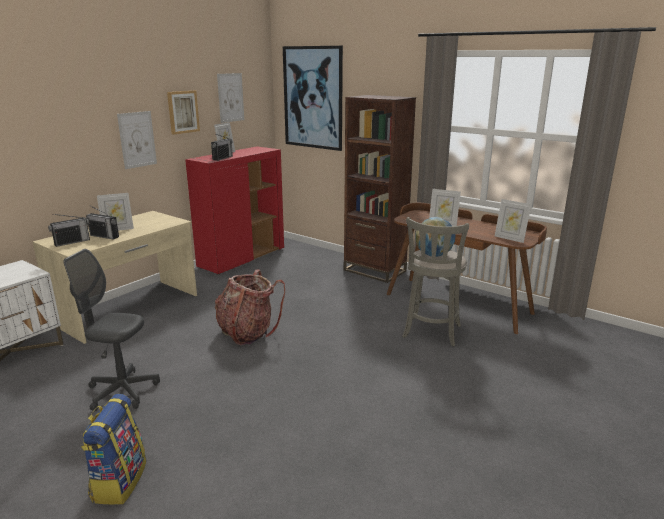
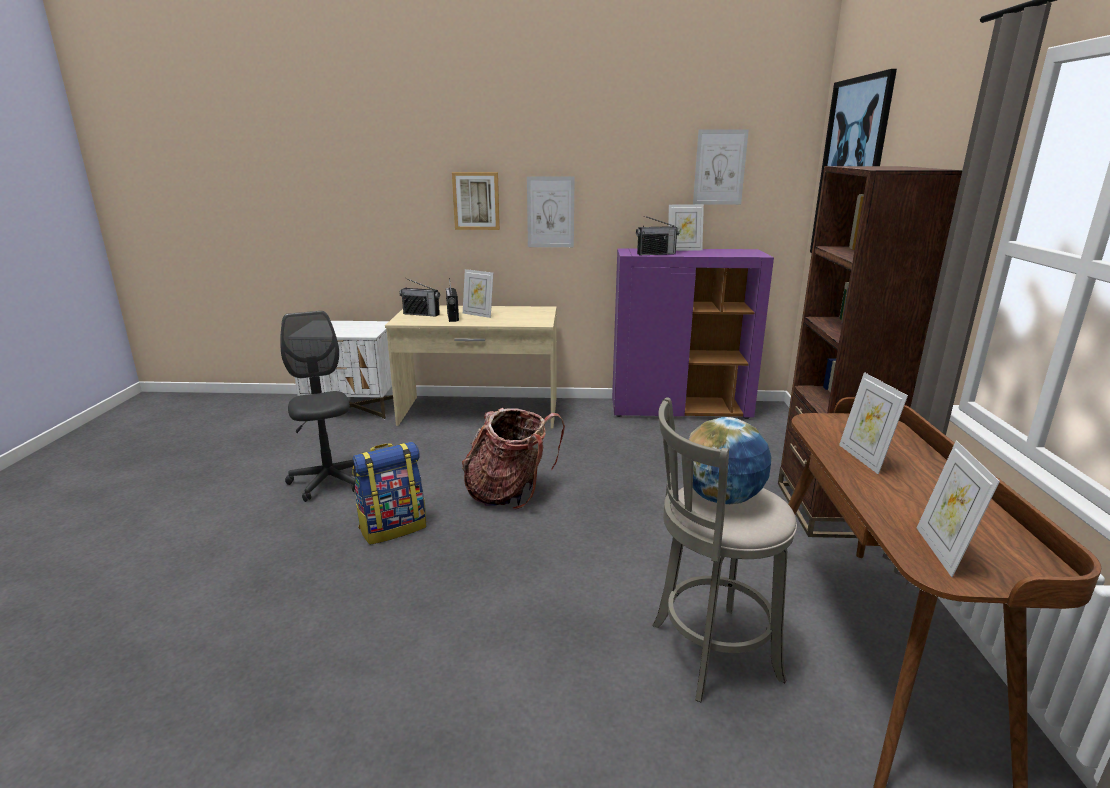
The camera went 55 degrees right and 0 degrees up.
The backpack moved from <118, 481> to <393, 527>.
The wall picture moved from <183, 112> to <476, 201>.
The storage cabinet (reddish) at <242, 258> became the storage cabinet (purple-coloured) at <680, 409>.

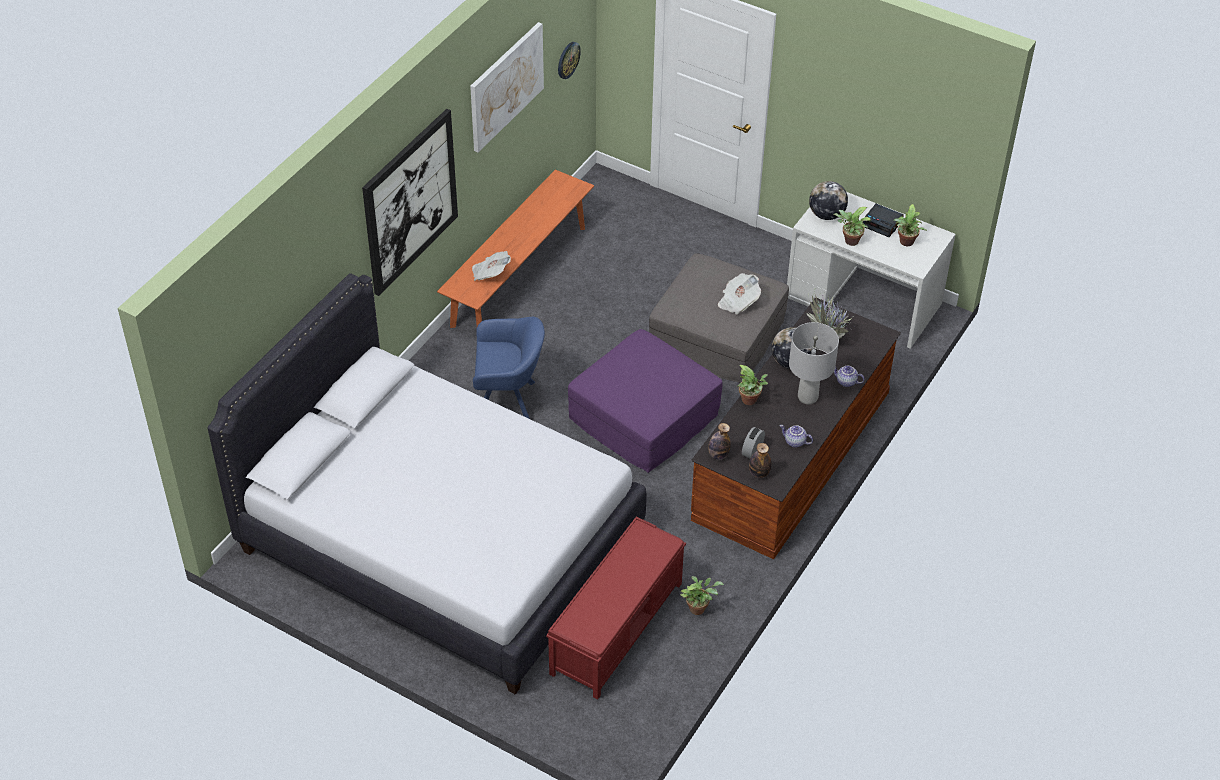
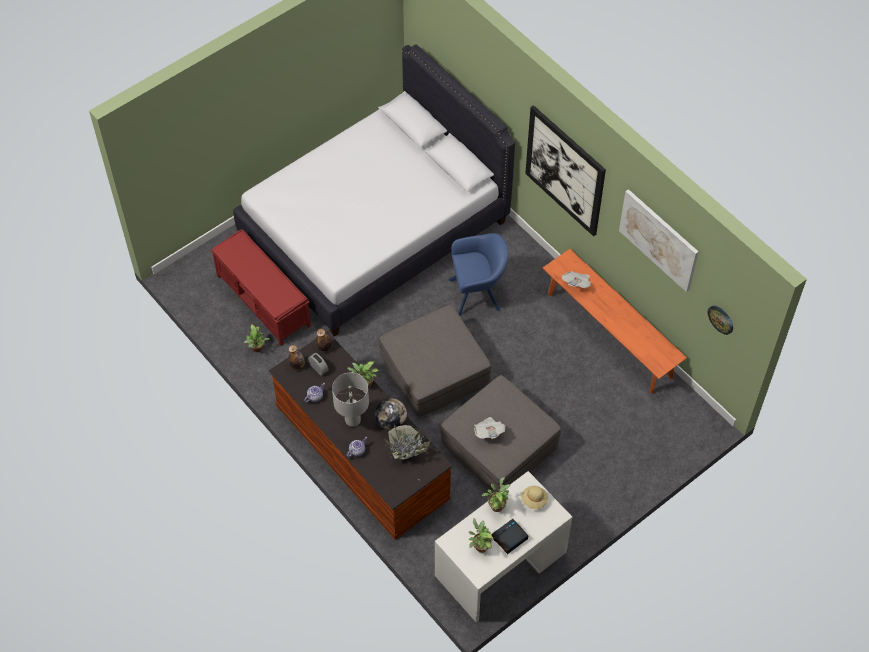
The camera went 110 degrees right and 10 degrees up.
The footrest (purple-coloured) at <643, 417> became the footrest (gray) at <434, 370>.
The armchair (blue) at <509, 404> turned 120 degrees counterclockwise.
The globe at <826, 215> was replaced by the wearable hat (beige-coloured) at <534, 500>.

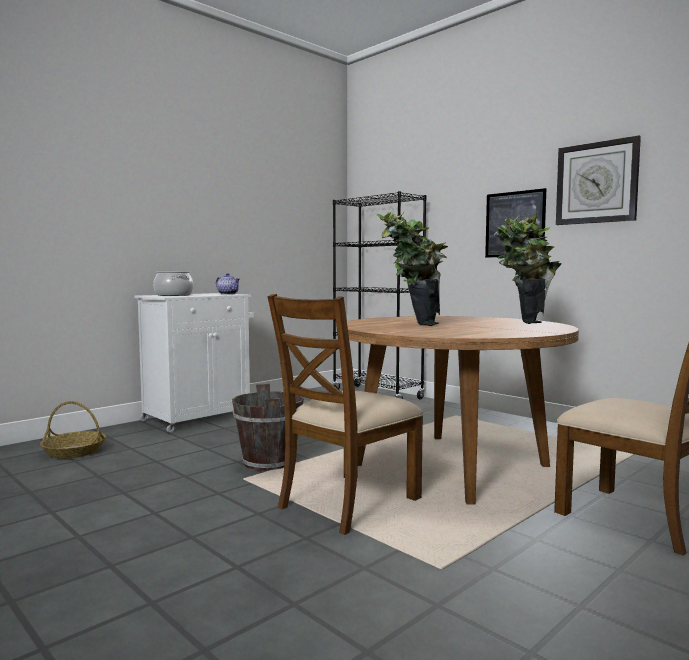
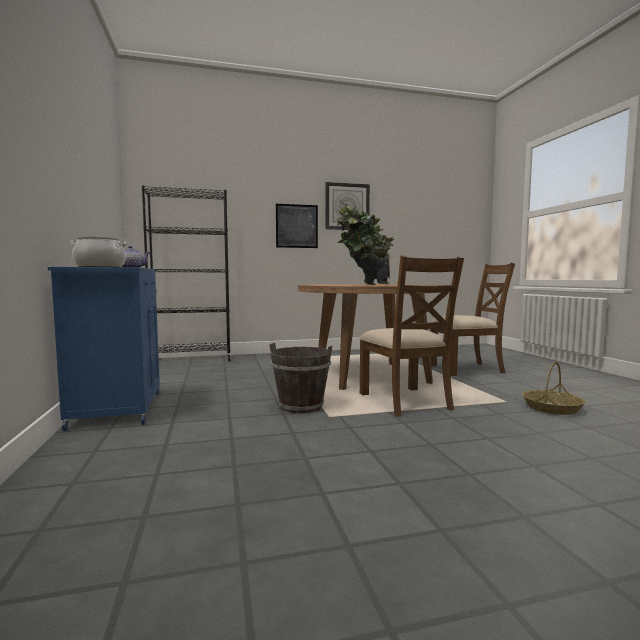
The camera went 60 degrees left and 0 degrees up.
The storage cabinet (white-coloured) at <199, 418> became the storage cabinet (blue) at <118, 409>.
The basket moved from <74, 451> to <552, 408>.

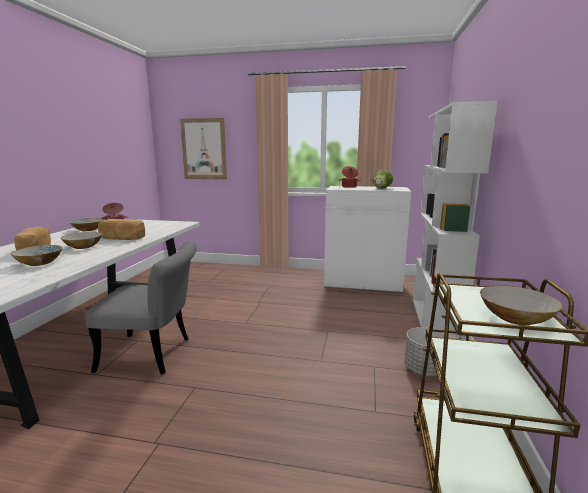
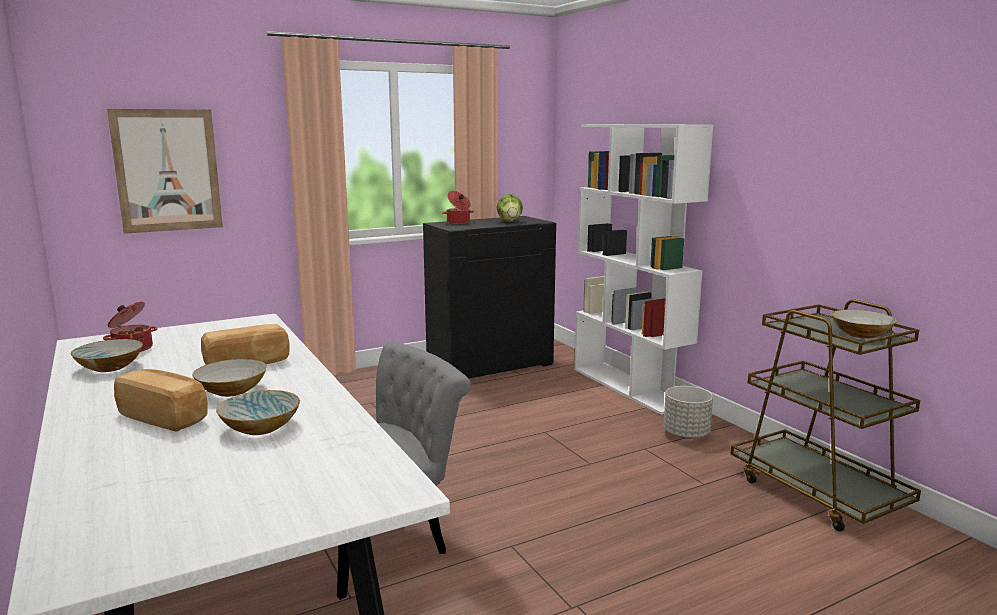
The camera went 40 degrees left and 0 degrees up.
The storage cabinet (white-coloured) at <363, 283> became the storage cabinet (black-coloured) at <490, 365>.

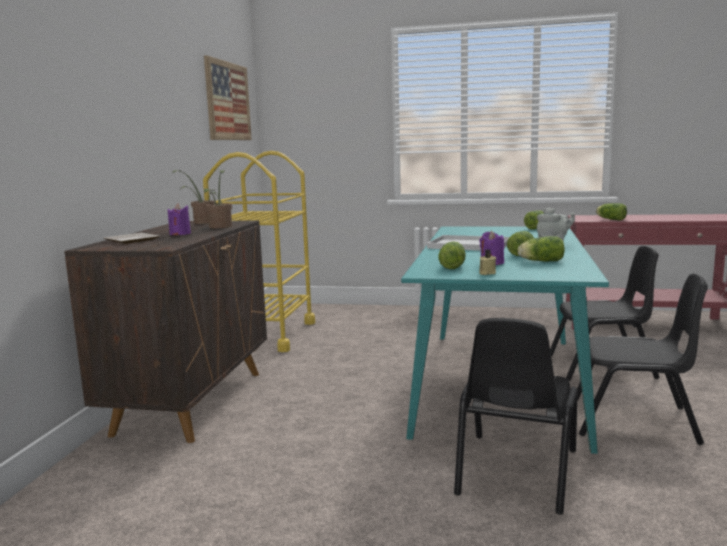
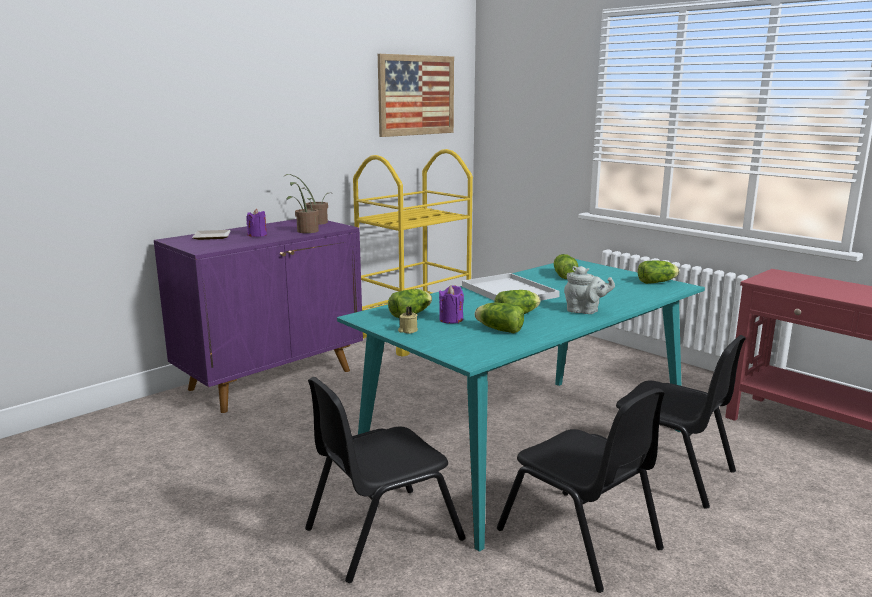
The camera went 35 degrees right and 5 degrees up.
The storage cabinet (brown-coloured) at <192, 401> became the storage cabinet (purple-coloured) at <272, 379>.
The lettuce head moved from <610, 219> to <564, 275>.

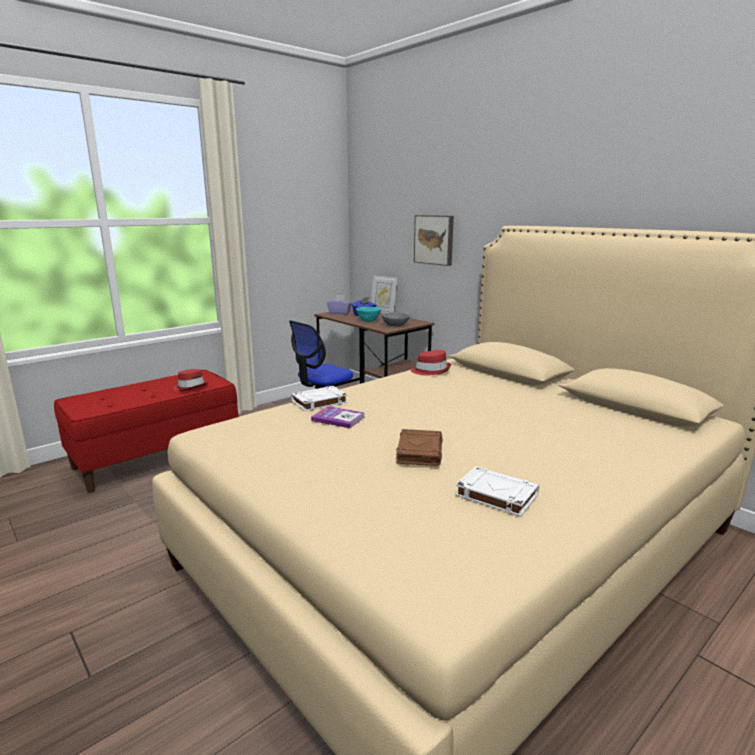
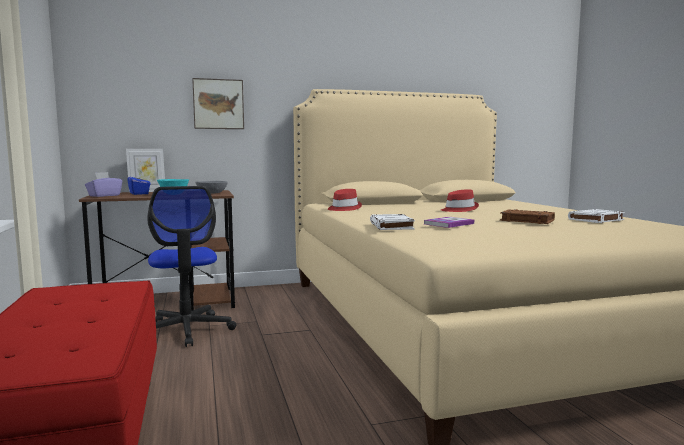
The camera went 65 degrees left and 10 degrees down.
The wearable hat (reddish) moved from <190, 387> to <458, 209>.

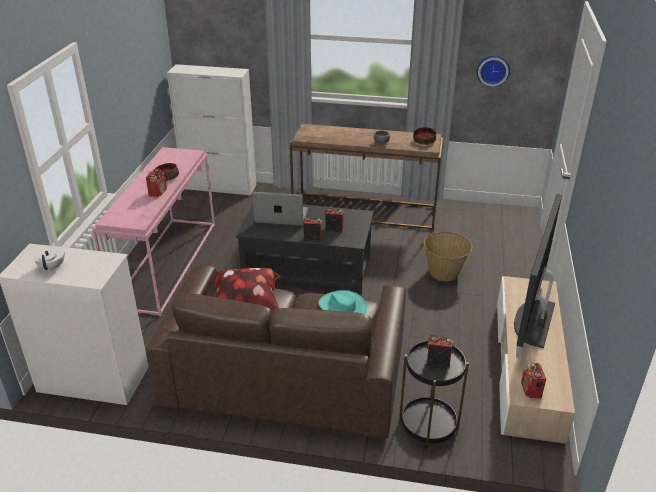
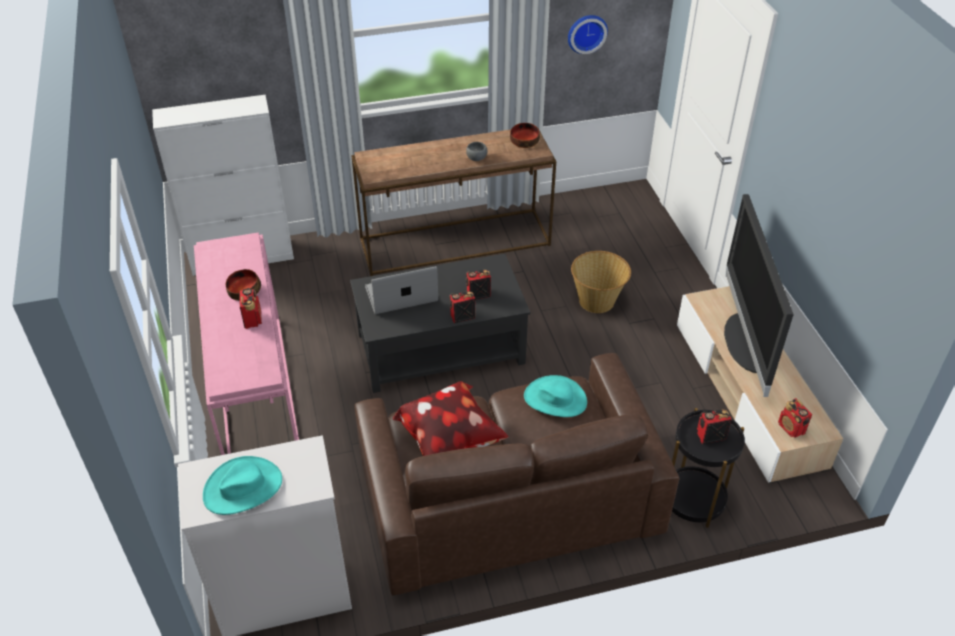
The camera went 25 degrees left and 10 degrees up.
The tea pot (white-coloured) at <52, 266> was replaced by the wearable hat (turquoise-coloured) at <243, 487>.

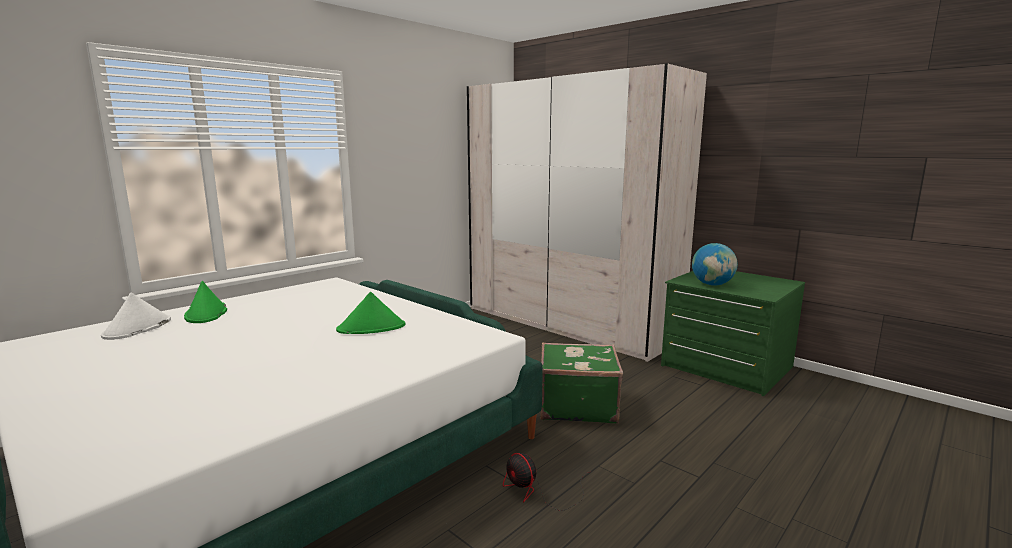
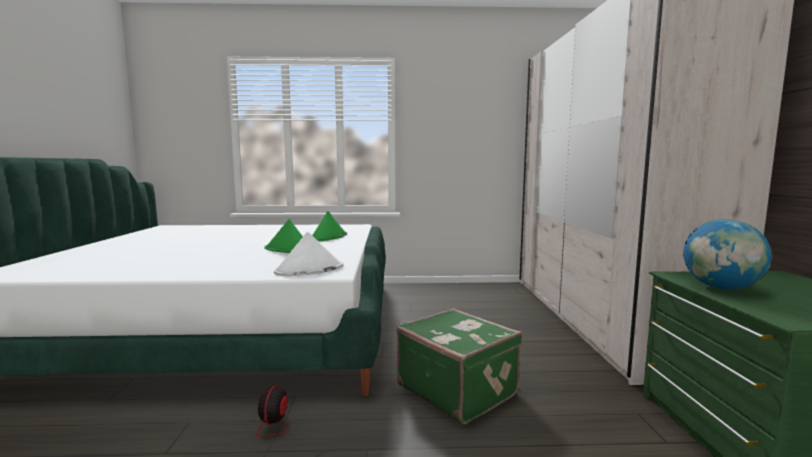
The camera went 45 degrees right and 5 degrees down.
The wearable hat (white-coloured) moved from <137, 328> to <309, 270>.
The wearable hat (greenish) moved from <206, 314> to <328, 237>.

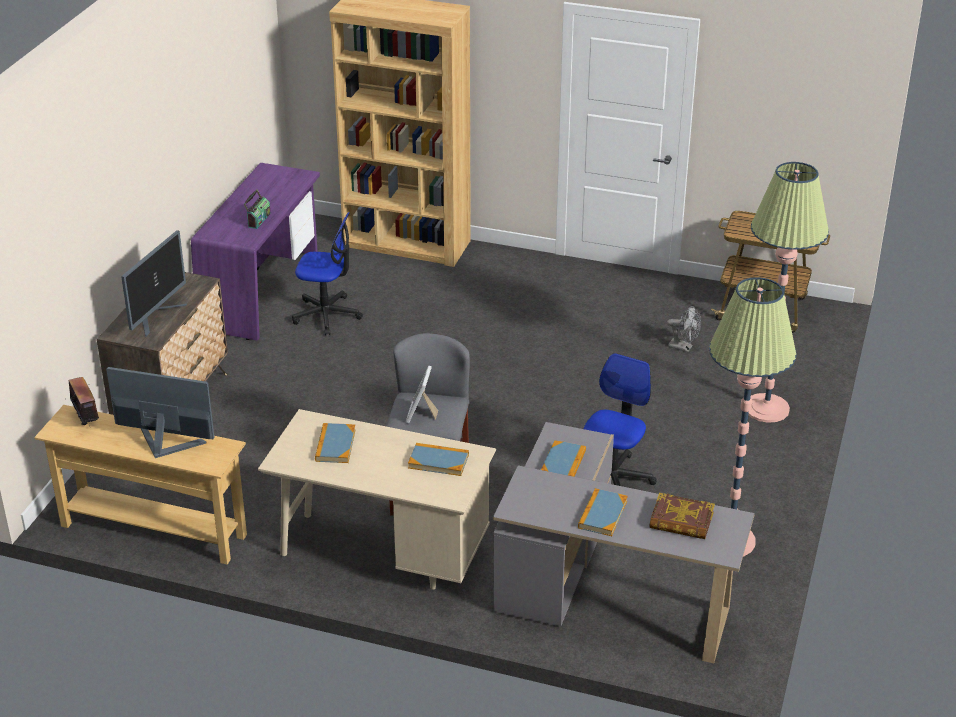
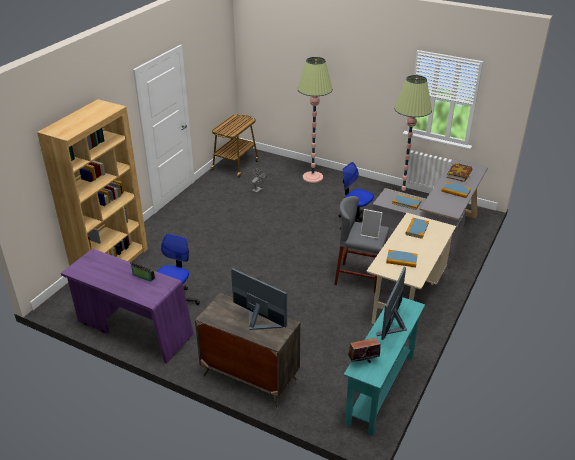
The camera went 80 degrees left and 0 degrees up.
The narrow table (beige-coloured) at <153, 531> became the narrow table (turquoise-coloured) at <381, 389>.

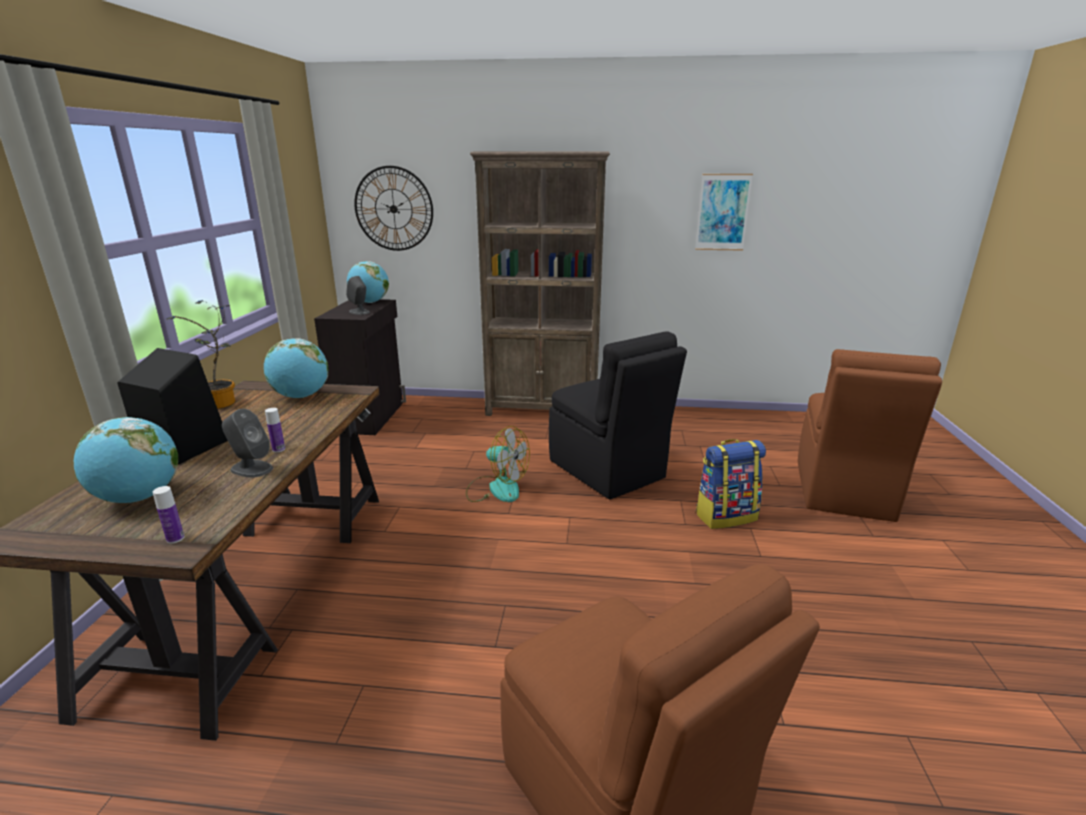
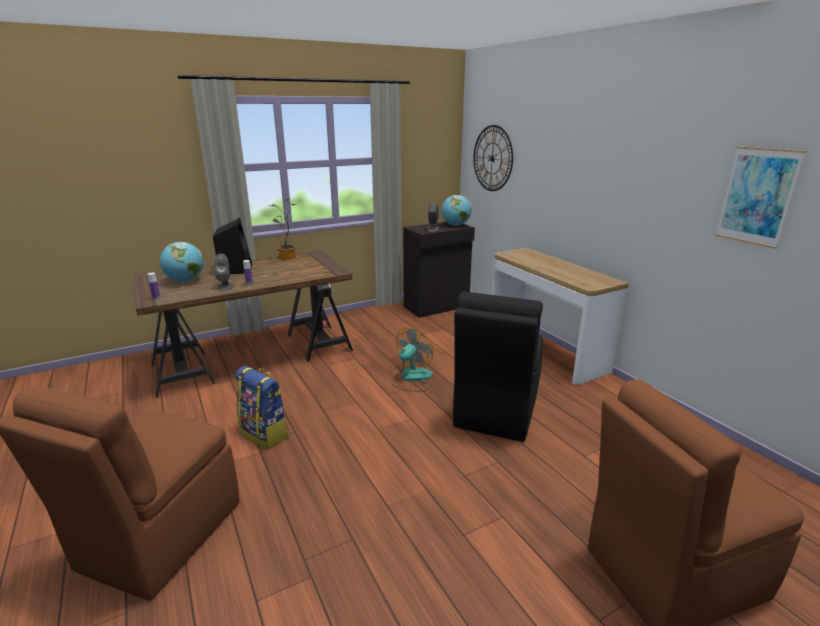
The camera went 55 degrees right and 0 degrees up.
The backpack moved from <725, 516> to <265, 434>.
The fan at <496, 488> turned 135 degrees counterclockwise.
The bookcase (brown-coloured) at <543, 409> was replaced by the narrow table at <544, 351>.
The globe at <301, 396> disappeared.

